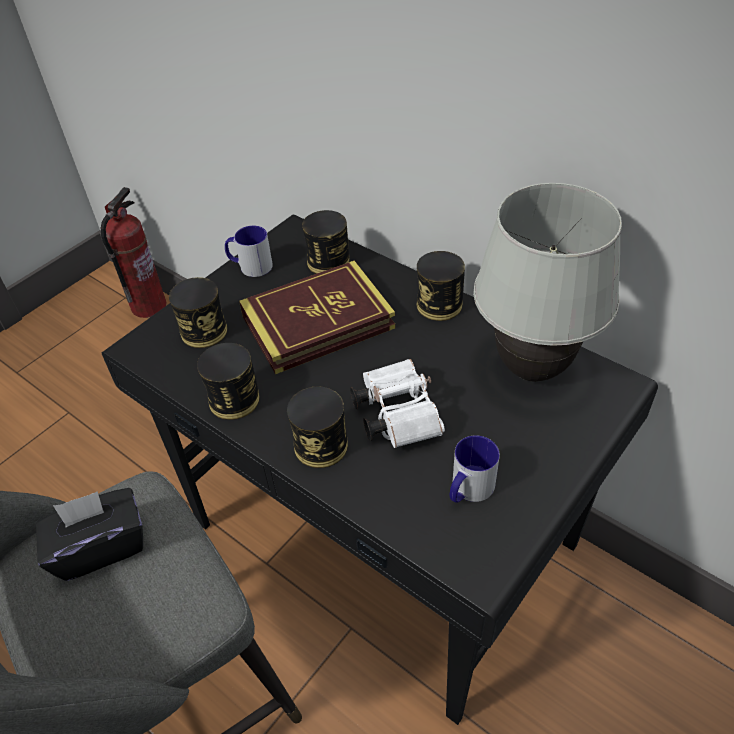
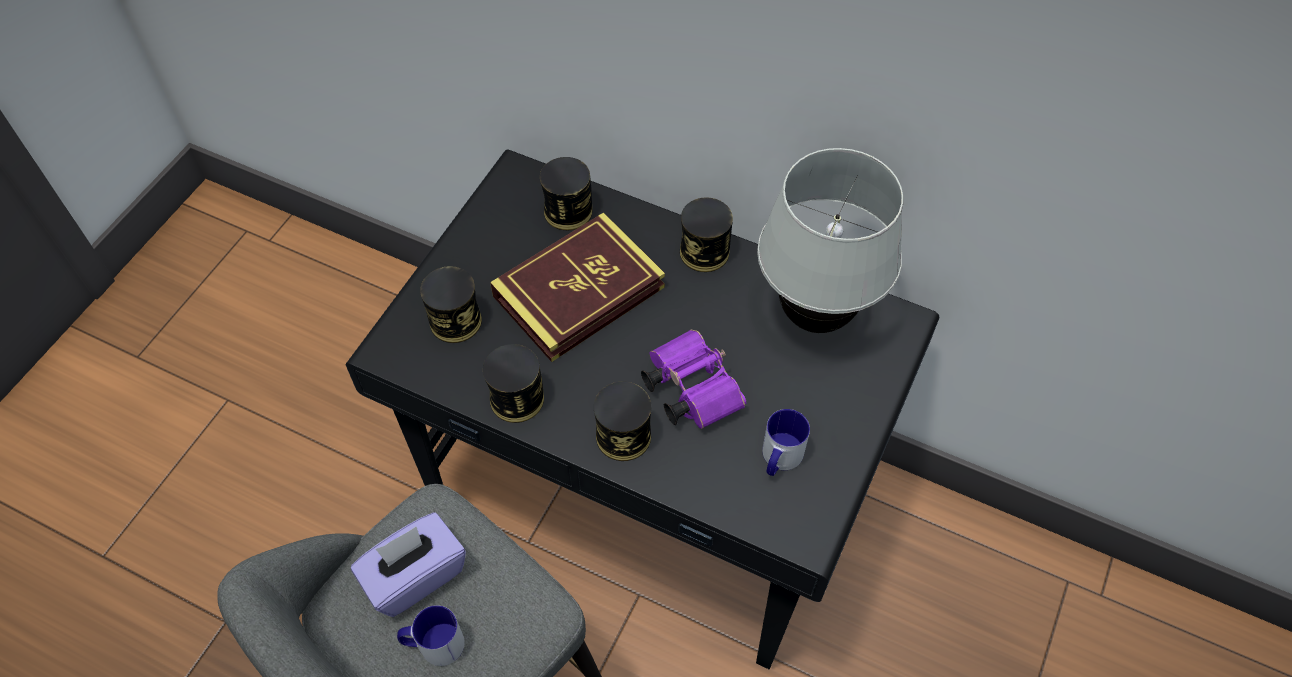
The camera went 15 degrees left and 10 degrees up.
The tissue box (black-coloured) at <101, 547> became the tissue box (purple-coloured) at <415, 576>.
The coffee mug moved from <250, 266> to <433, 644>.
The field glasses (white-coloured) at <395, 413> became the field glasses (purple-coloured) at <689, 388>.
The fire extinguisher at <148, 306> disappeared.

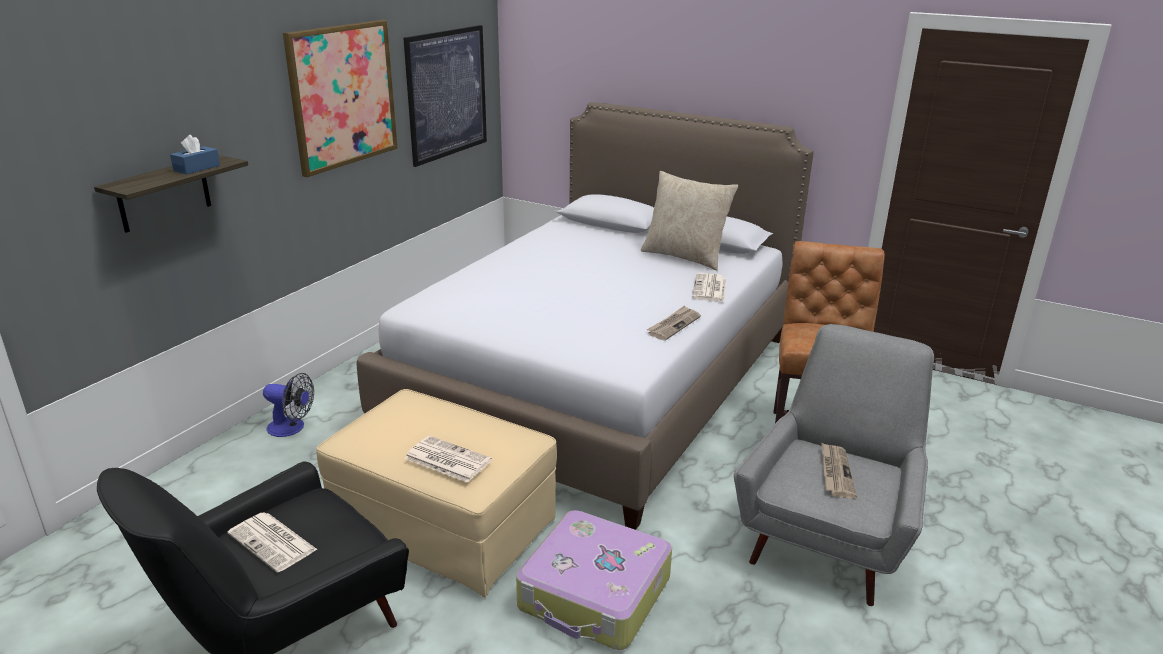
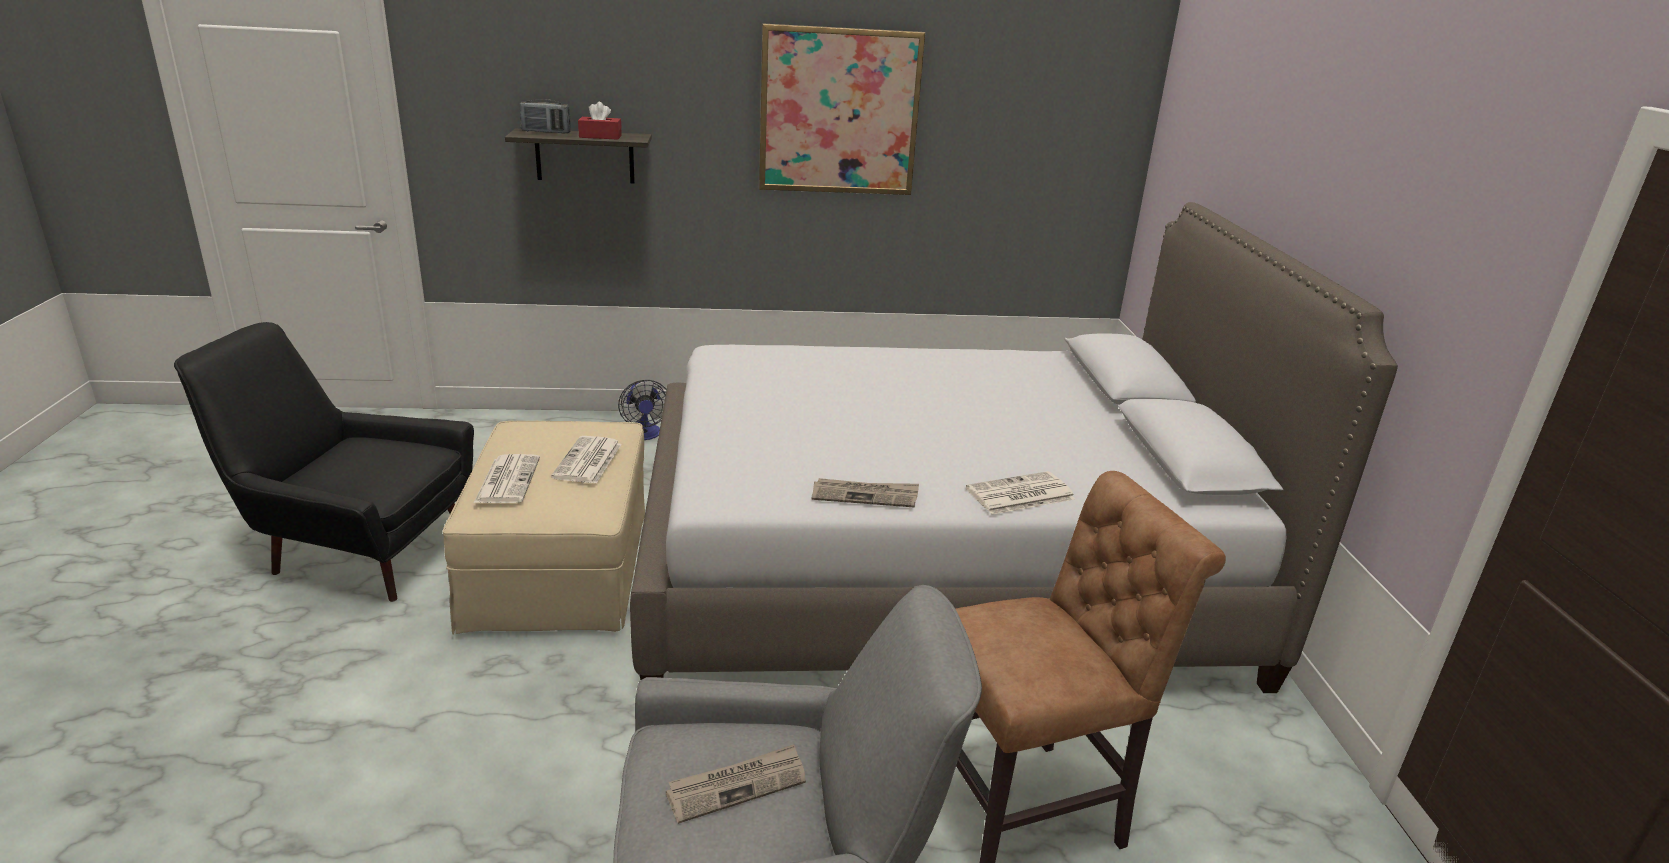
The camera went 55 degrees right and 0 degrees up.
The radio receiver at <546, 132> appeared.
The daily paper moved from <273, 542> to <588, 461>.
The tissue box (blue) at <197, 168> became the tissue box (reddish) at <600, 136>.
The wall picture at <447, 94> disappeared.
The piece of luggage at <595, 594> disappeared.
The cushion (beige-coloured) at <685, 256> disappeared.

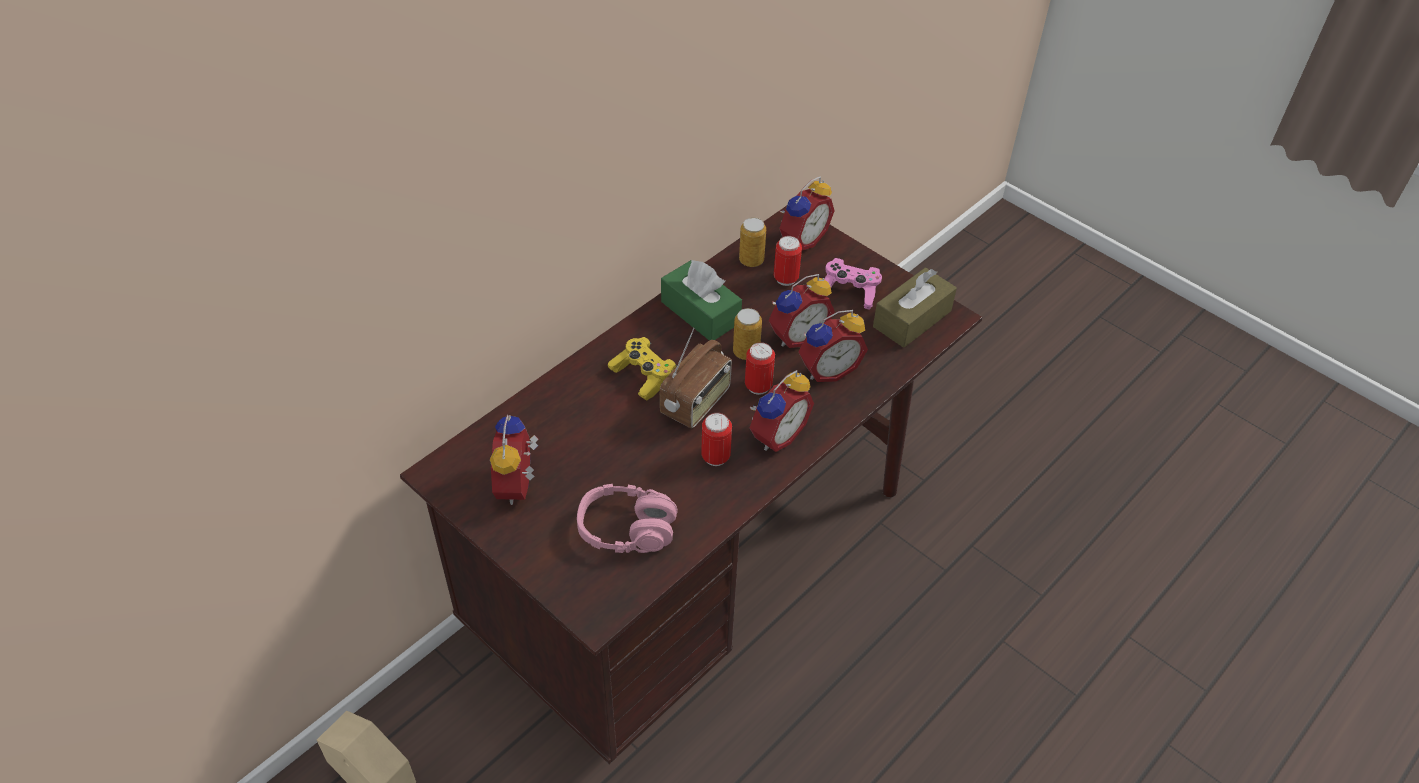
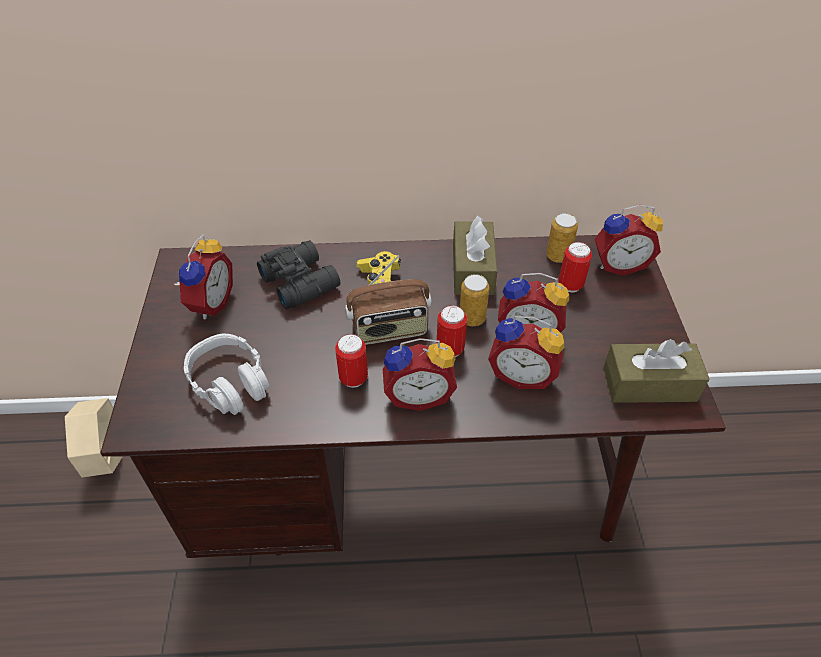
The camera went 45 degrees right and 0 degrees up.
The bedside clock at <520, 485> turned 150 degrees clockwise.
The pair of headphones (pink-coloured) at <627, 529> became the pair of headphones (gray) at <230, 383>.
The field glasses (black-coloured) at <300, 281> appeared.
The tissue box (greenish) at <700, 312> became the tissue box (brown-coloured) at <472, 269>.
The gamepad (pink-coloured) at <849, 292> disappeared.

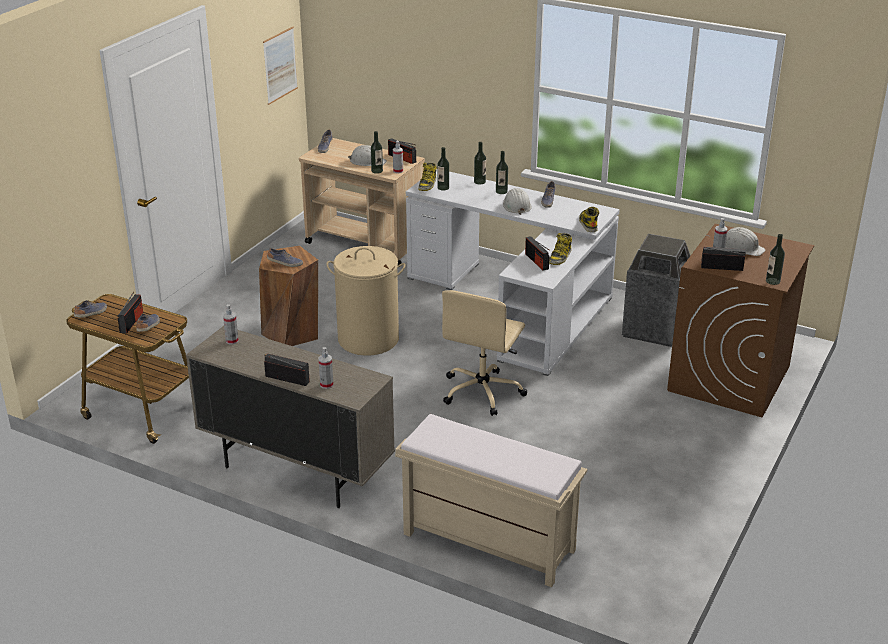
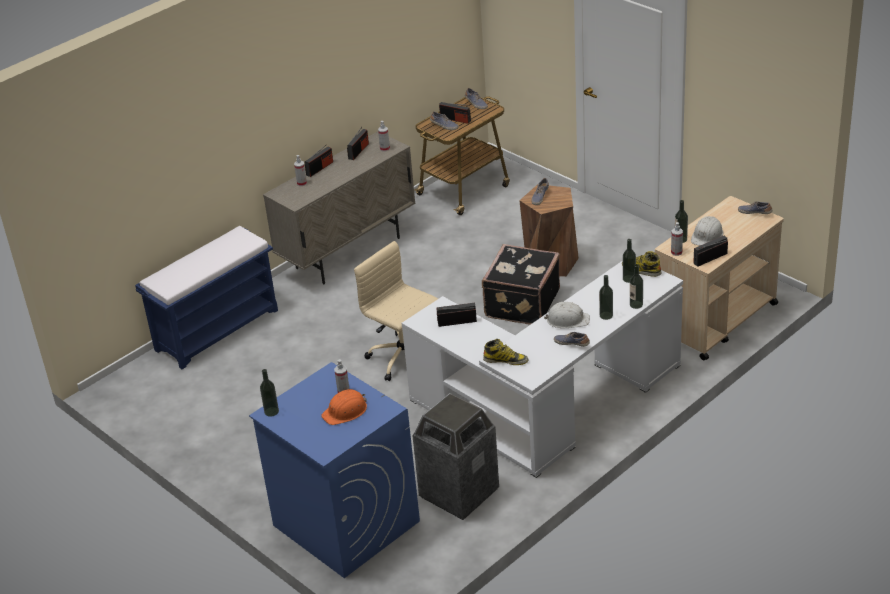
The camera went 110 degrees right and 5 degrees up.
The indoor bench (beige-coloured) at <486, 542> became the indoor bench (blue) at <217, 329>.
The washing machine (brown-coloured) at <729, 379> became the washing machine (blue) at <345, 523>.
The work helmet (white-coloured) at <742, 247> became the work helmet (orange) at <345, 411>.
The radio receiver moved from <721, 267> to <358, 151>.
The washing basket (beige-coloured) at <368, 339> was replaced by the piece of luggage (black-coloured) at <520, 303>.
The wall picture at <280, 65> disappeared.
The boot at <560, 257> disappeared.

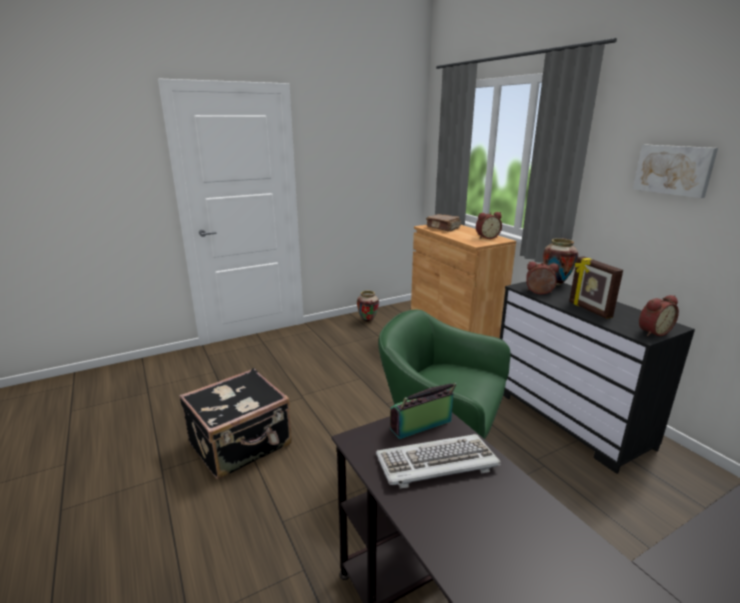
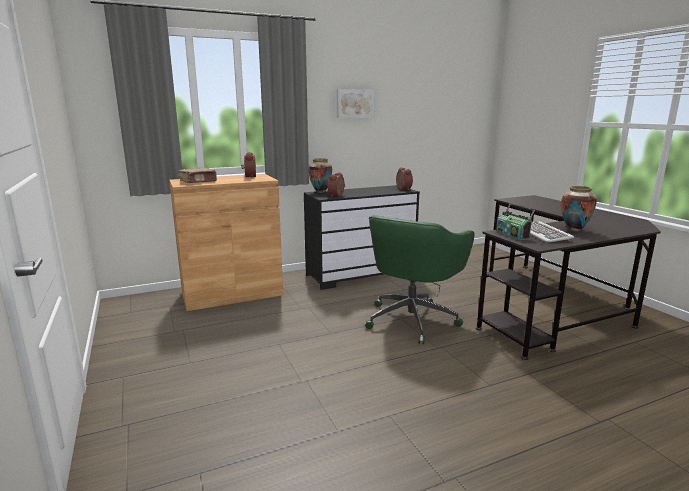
The camera went 85 degrees left and 5 degrees down.
The decorative vase moved from <367, 321> to <574, 230>.
The piece of luggage (black-coloured) at <241, 445> disappeared.
The picture frame at <589, 310> disappeared.

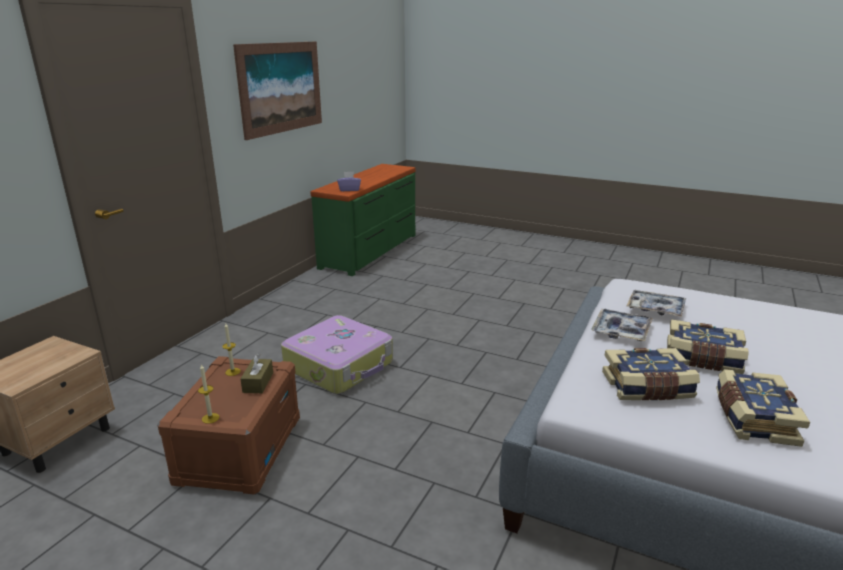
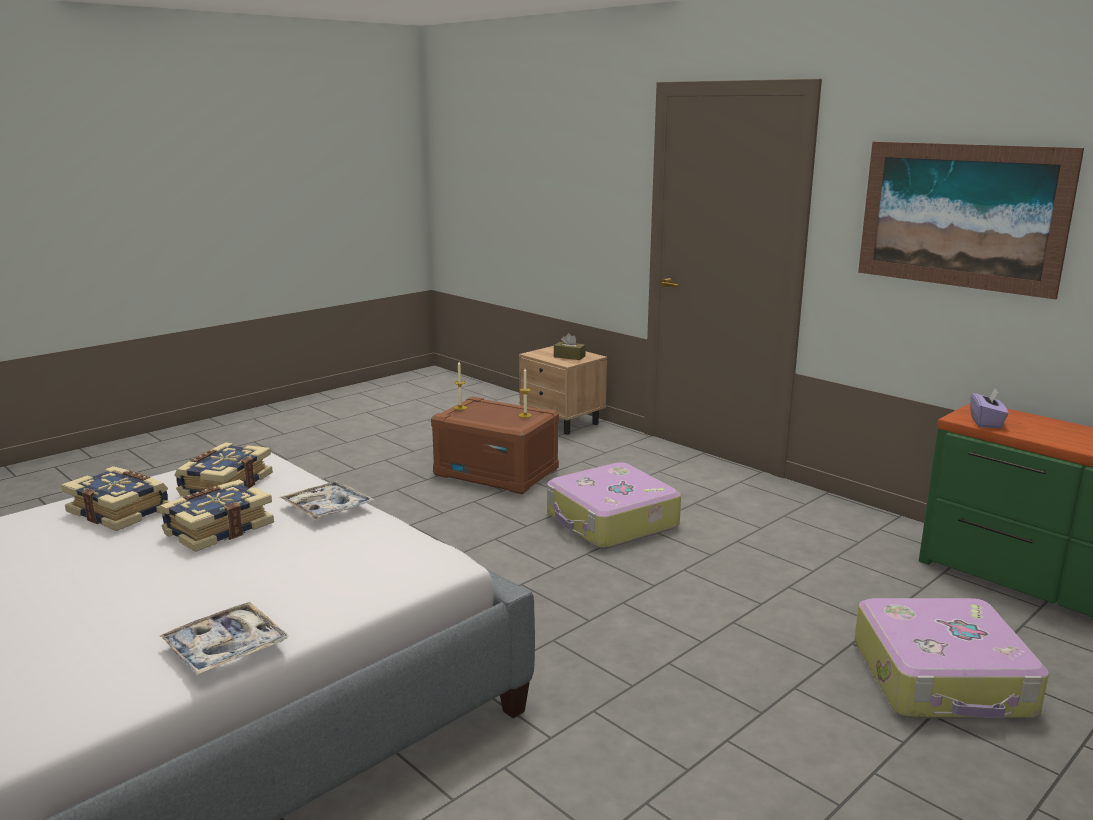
The camera went 110 degrees right and 5 degrees down.
The serving tray moved from <655, 309> to <225, 648>.
The tissue box (brown-coloured) moved from <258, 382> to <569, 356>.
The piece of luggage at <943, 679> appeared.

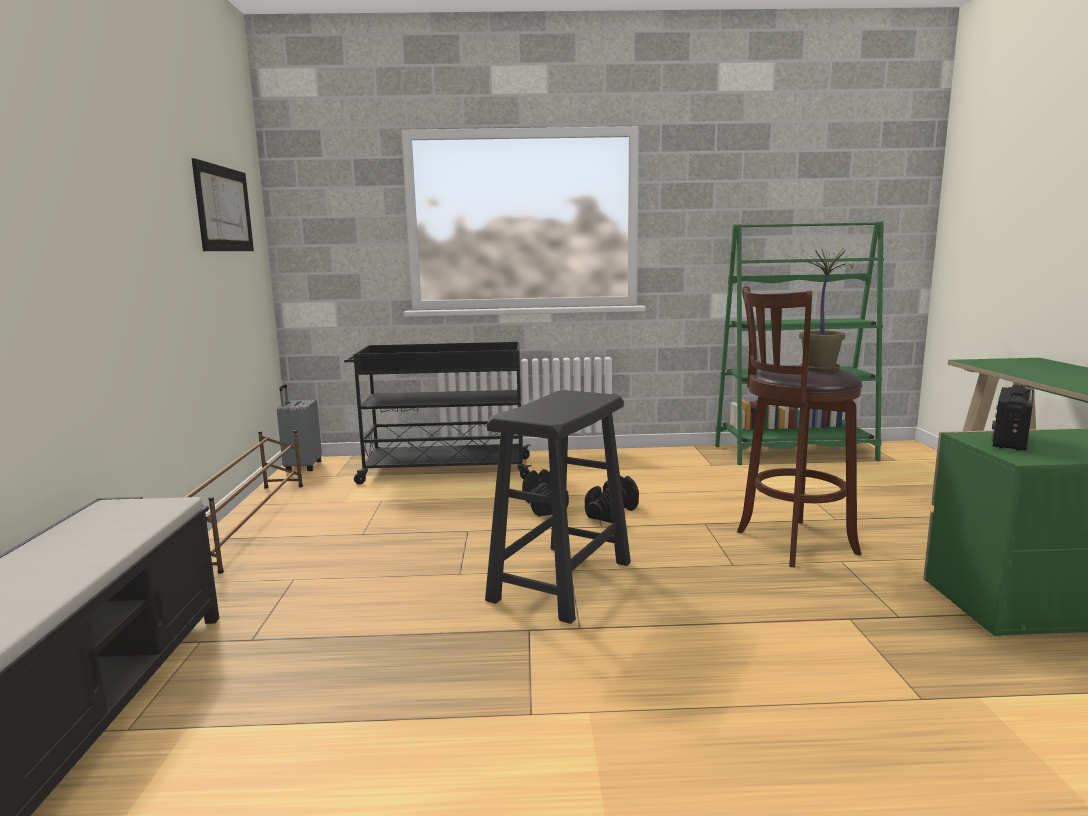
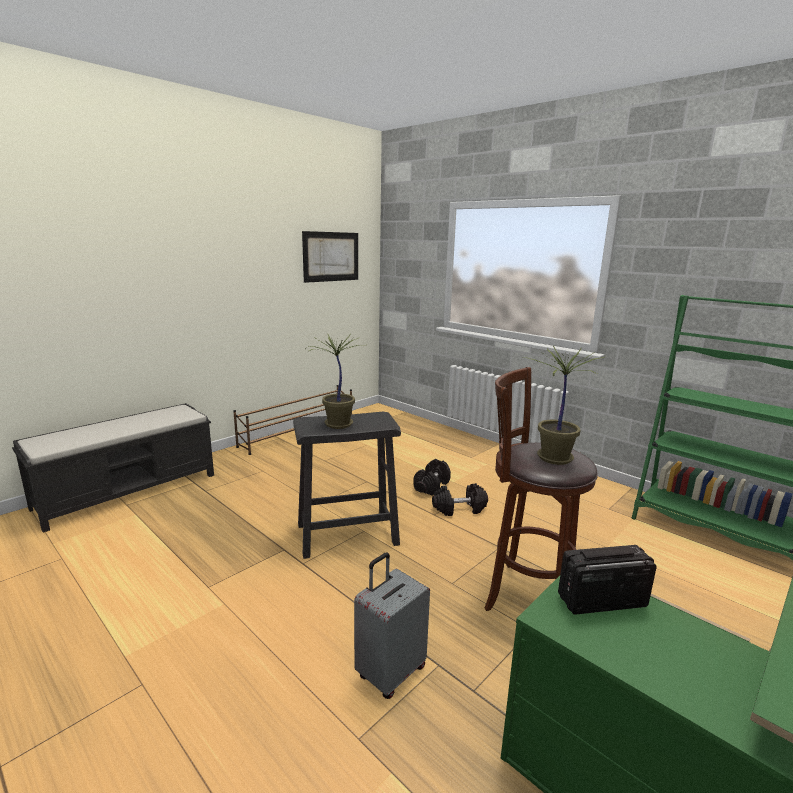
The camera went 45 degrees right and 5 degrees up.
The houseplant at <337, 424> appeared.
The piece of luggage (gray) moved from <302, 467> to <390, 672>.
The trolley (black-coloured) at <444, 471> disappeared.

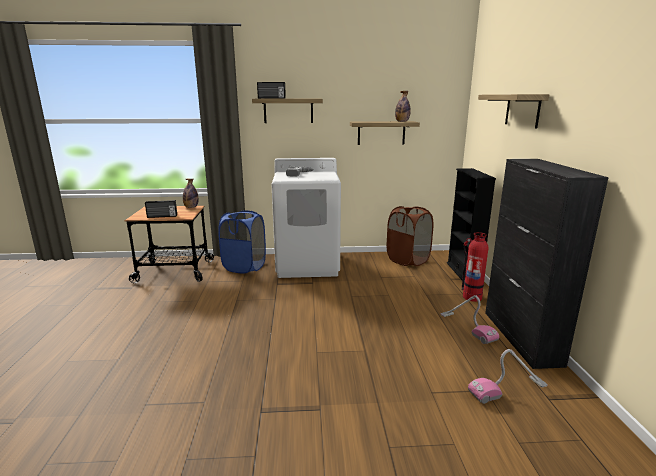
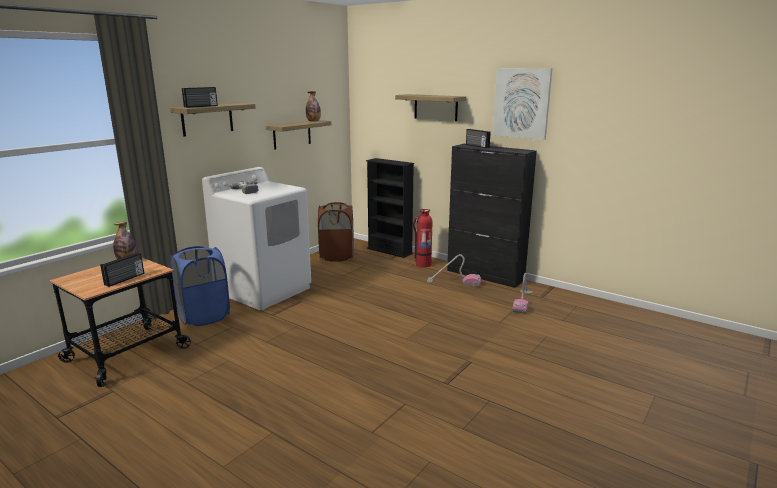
The camera went 50 degrees left and 0 degrees up.
The radio receiver at <477, 146> appeared.
The wall picture at <521, 103> appeared.

